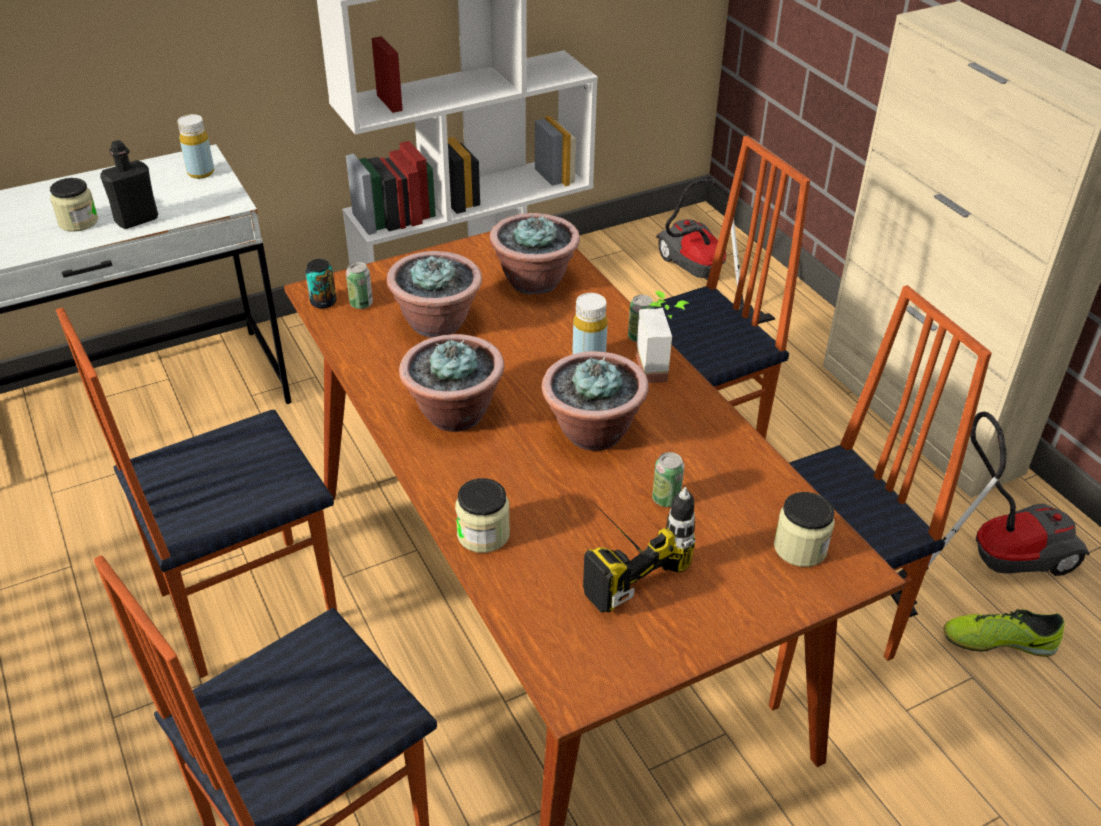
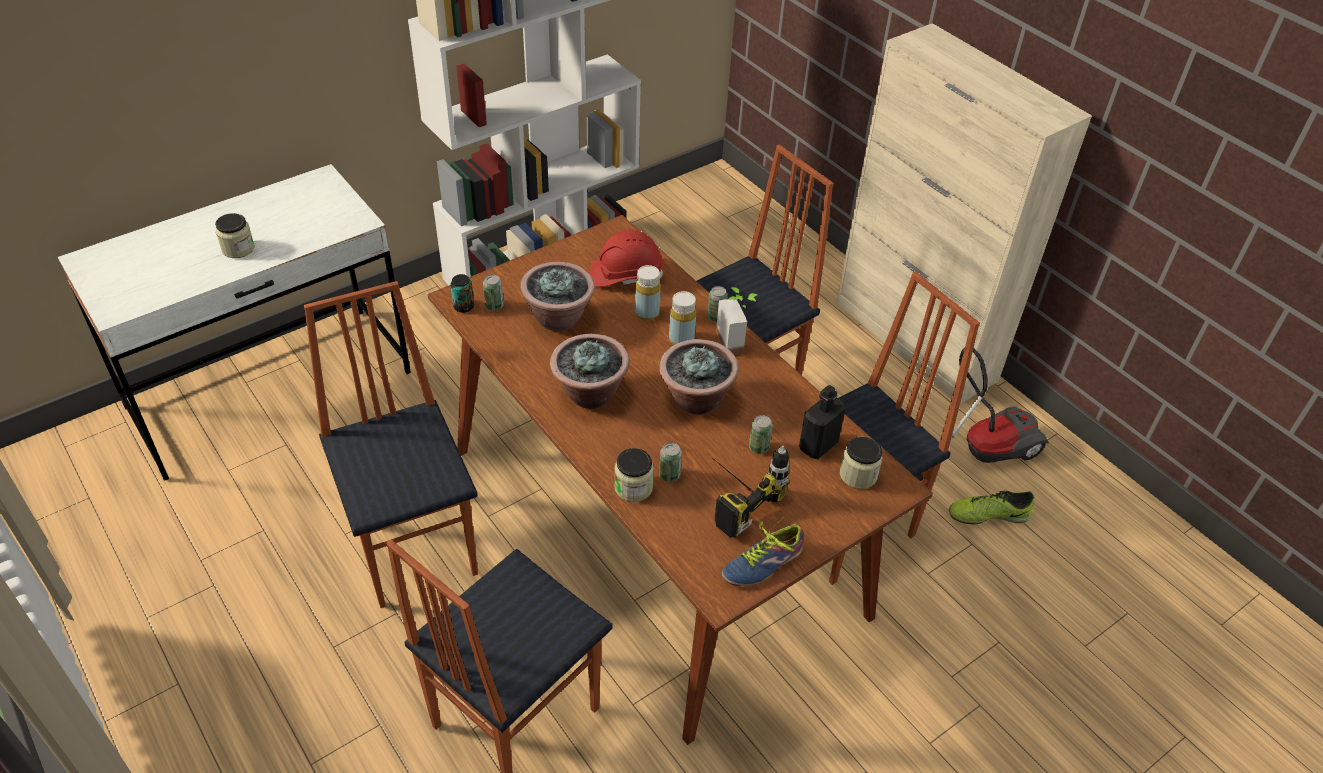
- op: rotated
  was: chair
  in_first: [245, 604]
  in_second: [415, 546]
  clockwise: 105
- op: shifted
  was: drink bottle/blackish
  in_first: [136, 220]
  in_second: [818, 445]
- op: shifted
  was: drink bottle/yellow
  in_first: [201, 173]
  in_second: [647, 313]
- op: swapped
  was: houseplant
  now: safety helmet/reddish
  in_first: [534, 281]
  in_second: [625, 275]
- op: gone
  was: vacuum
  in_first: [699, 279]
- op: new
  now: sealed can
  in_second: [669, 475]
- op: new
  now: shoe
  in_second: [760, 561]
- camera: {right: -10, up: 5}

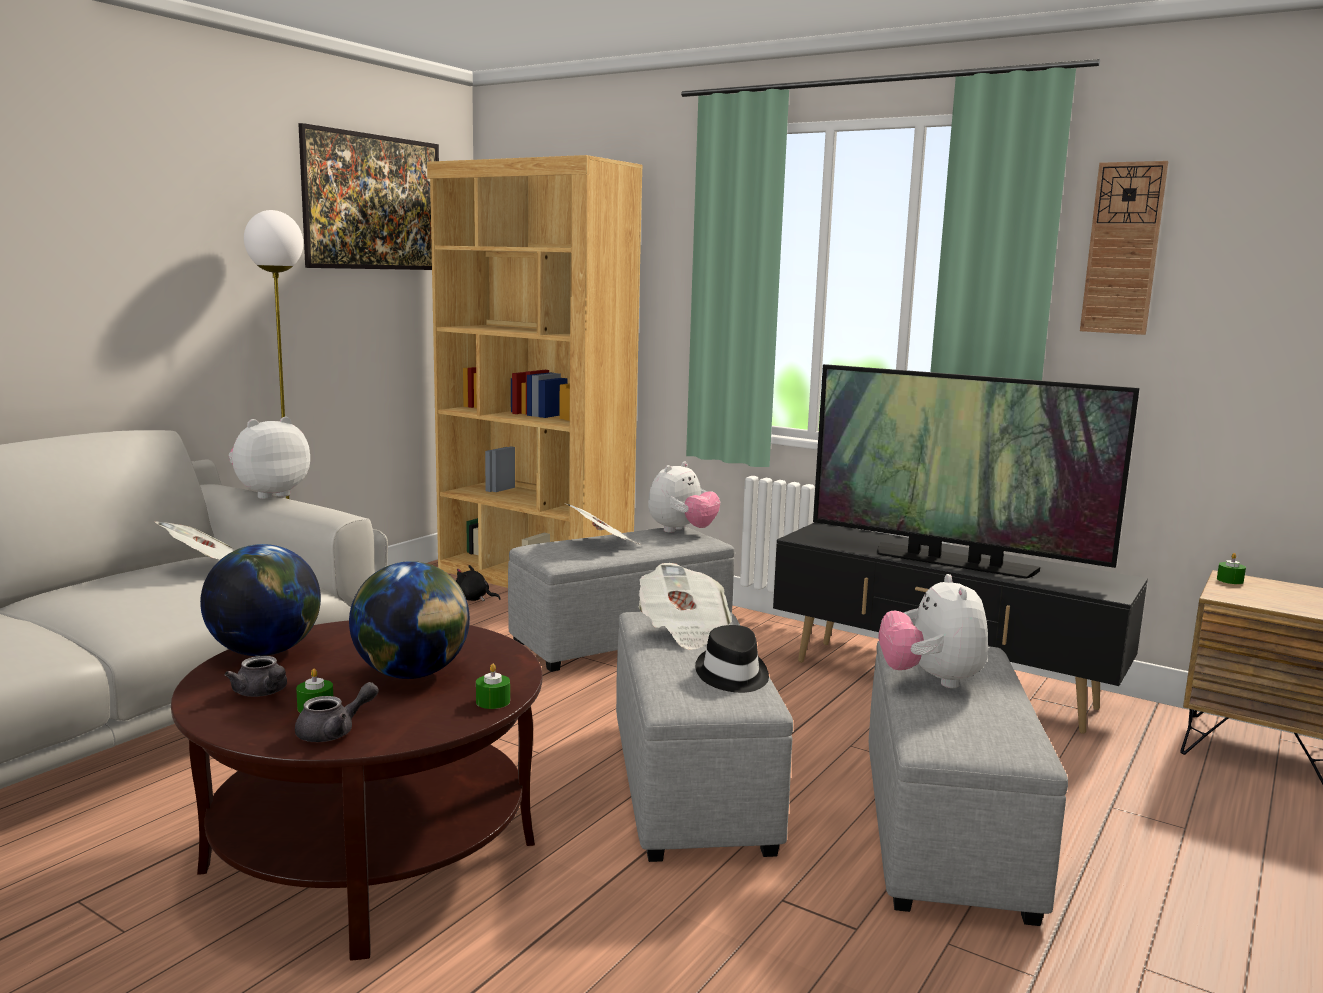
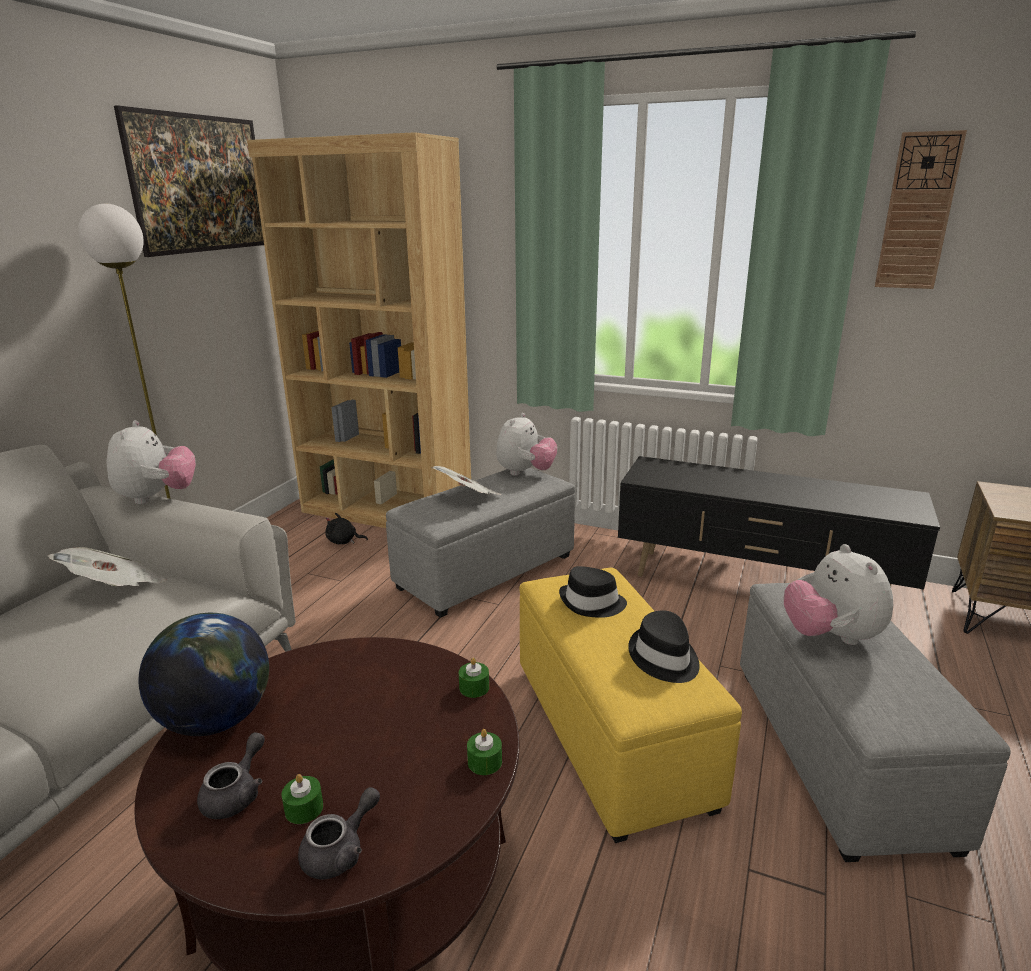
- op: rotated
  was: teapot/gray
  in_first: [262, 693]
  in_second: [237, 794]
  clockwise: -105
- op: rotated
  was: soft toy
  in_first: [269, 494]
  in_second: [157, 497]
  clockwise: 135
- op: gone
  was: world globe
  in_first: [412, 674]
- op: repainted
  was: ottoman/gray
  now: ottoman/yellow
  in_first: [691, 784]
  in_second: [611, 735]
- op: swapped
  was: daily paper
  now: wearable hat/blackish
  in_first: [684, 631]
  in_second: [592, 603]
- op: gone
  was: TV
  in_first: [953, 562]
- op: shifted
  was: wax candle/green
  in_first: [1230, 580]
  in_second: [474, 687]
- camera: {right: -10, up: 10}

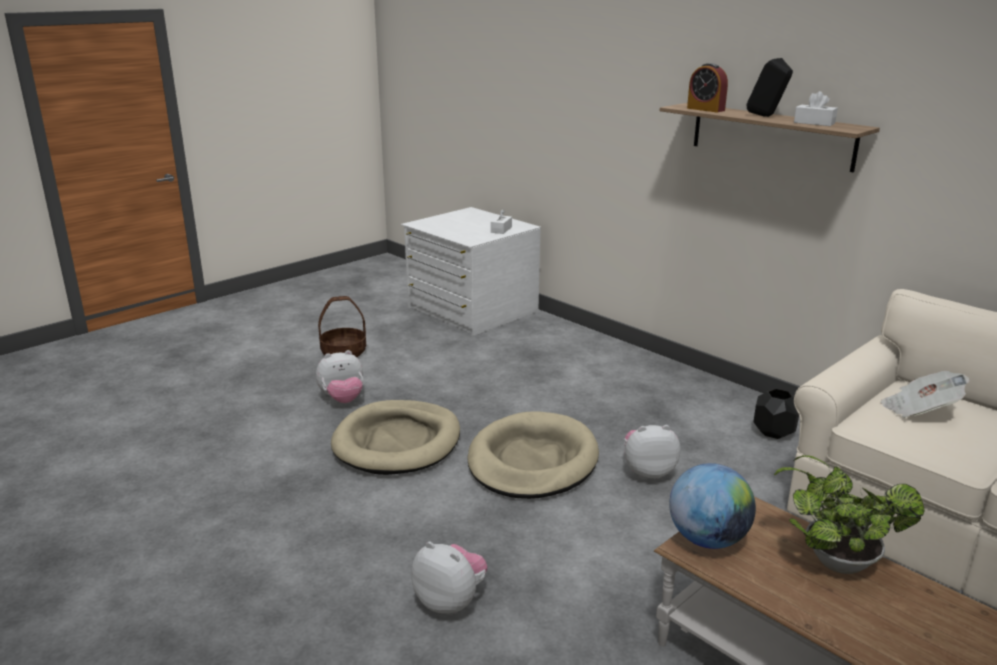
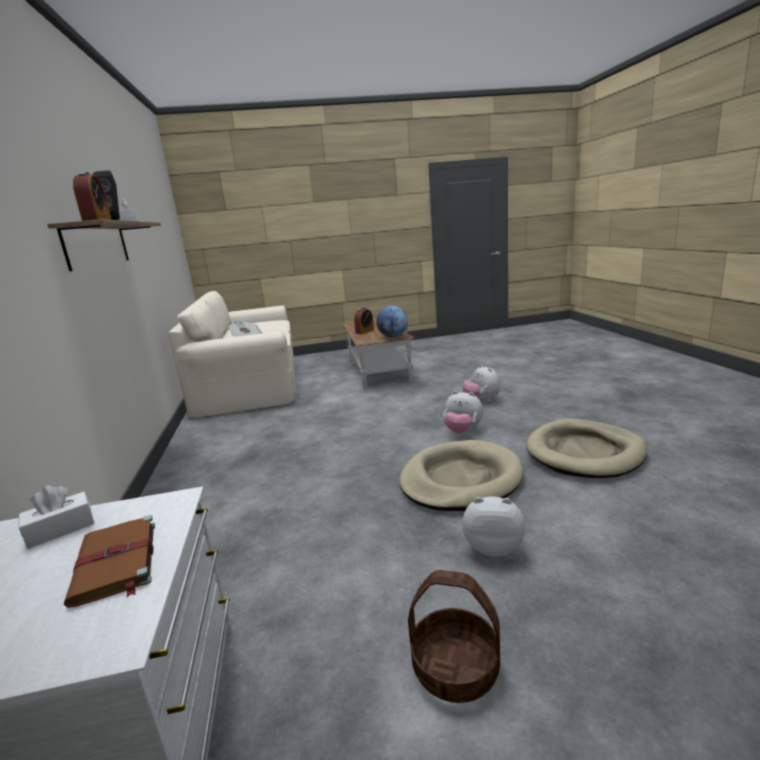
- op: shifted
  was: dog bed/beige-coloured
  in_first: [532, 461]
  in_second: [585, 453]
- op: shifted
  was: soft toy
  in_first: [647, 472]
  in_second: [462, 431]
- op: gone
  was: plant pot/blackish
  in_first: [773, 432]
- op: swapped
  was: houseplant
  now: alarm clock
  in_first: [833, 560]
  in_second: [364, 331]
- op: new
  now: book/brownish
  in_second: [116, 563]
- camera: {right: -145, up: -5}

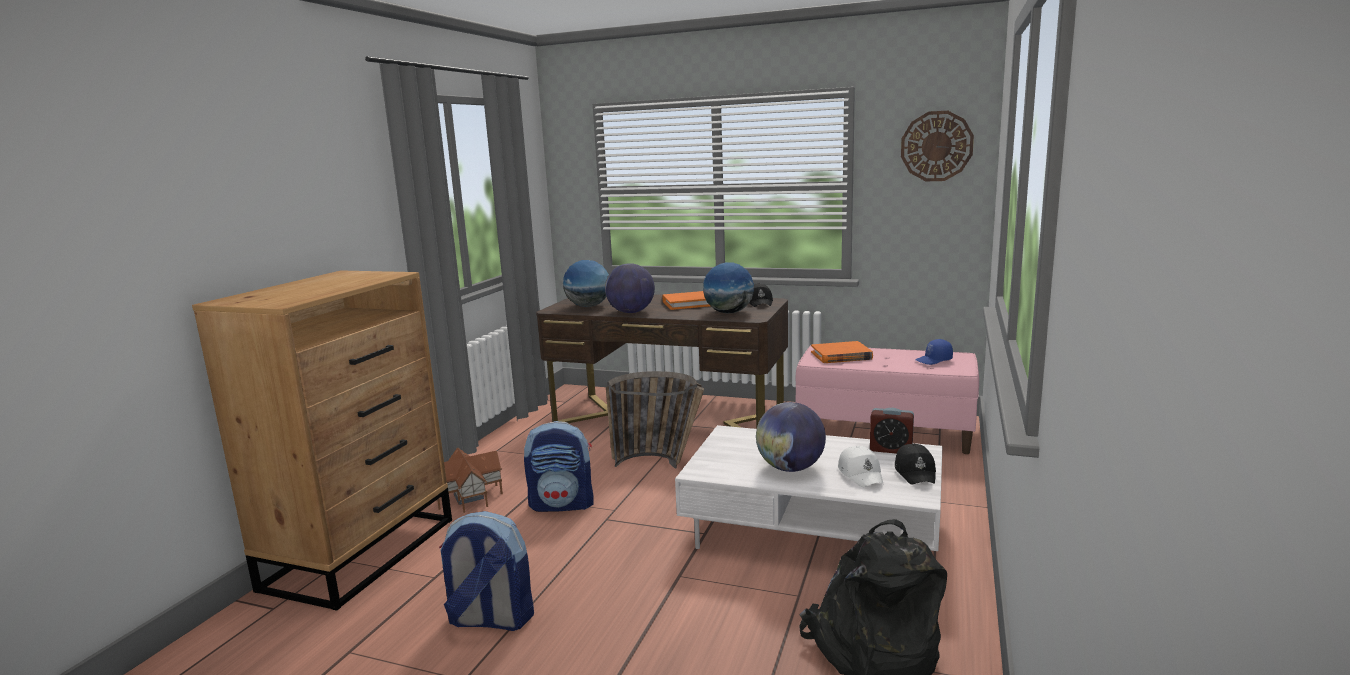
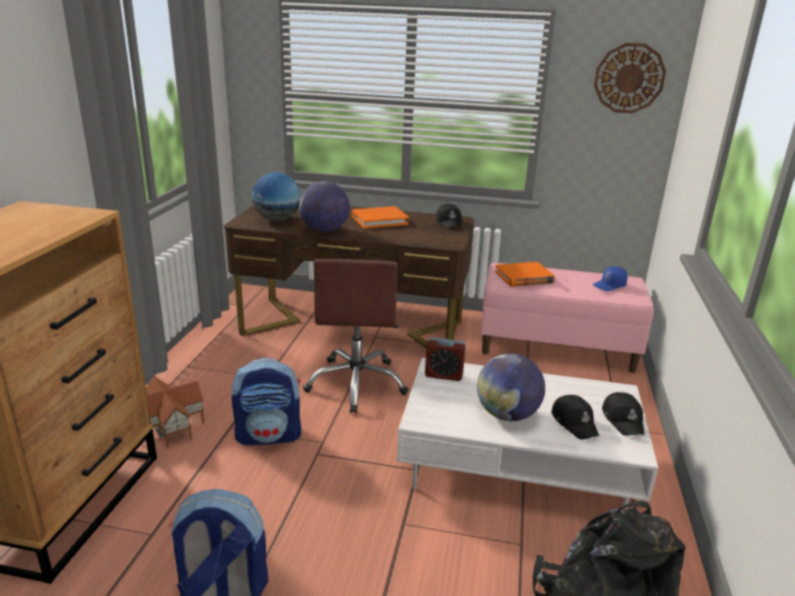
- op: swapped
  was: household basket
  now: desk chair/brownish
  in_first: [661, 464]
  in_second: [357, 384]
- op: gone
  was: world globe
  in_first: [729, 312]
- op: repainted
  was: peaked cap/whitish
  now: peaked cap/blackish
  in_first: [861, 474]
  in_second: [574, 422]
- op: shifted
  was: alarm clock
  in_first: [891, 449]
  in_second: [444, 375]
- camera: {right: -10, up: 10}

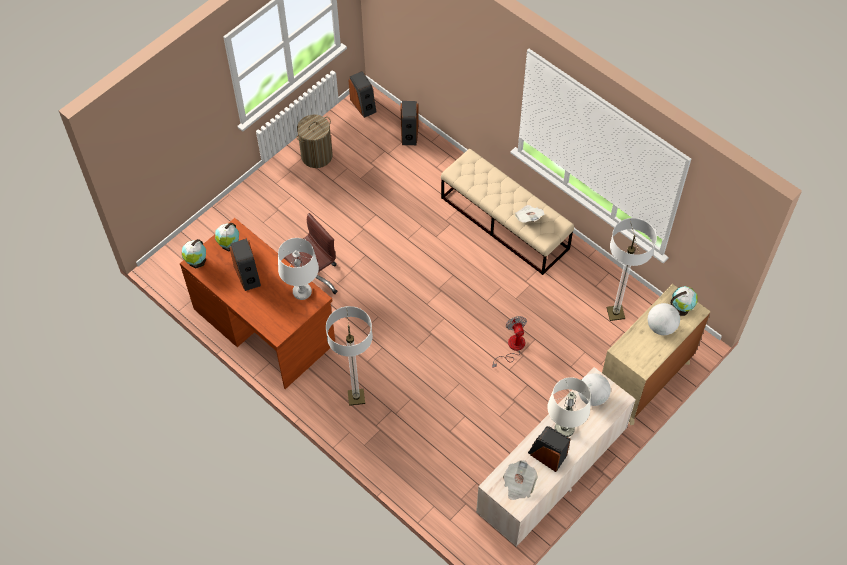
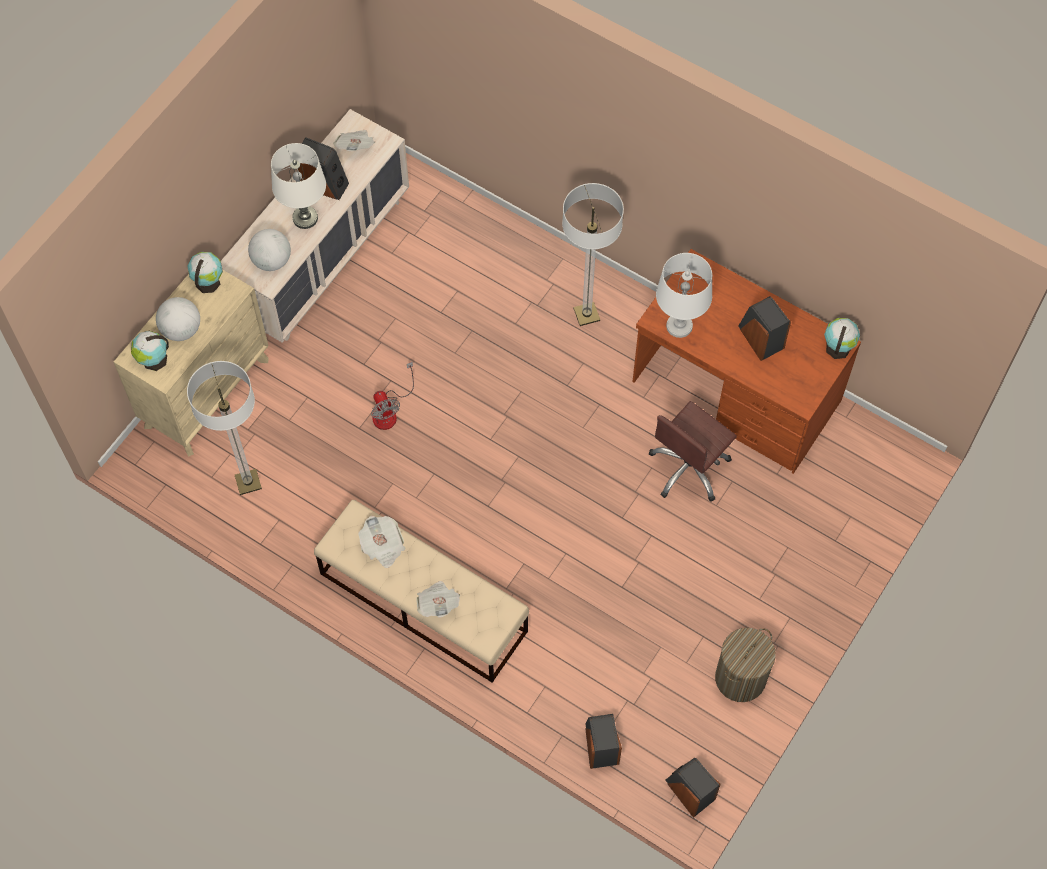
- op: shifted
  was: world globe
  in_first: [229, 245]
  in_second: [208, 281]
- op: new
  now: daily paper
  in_second: [438, 603]
- camera: {right: 170, up: 5}

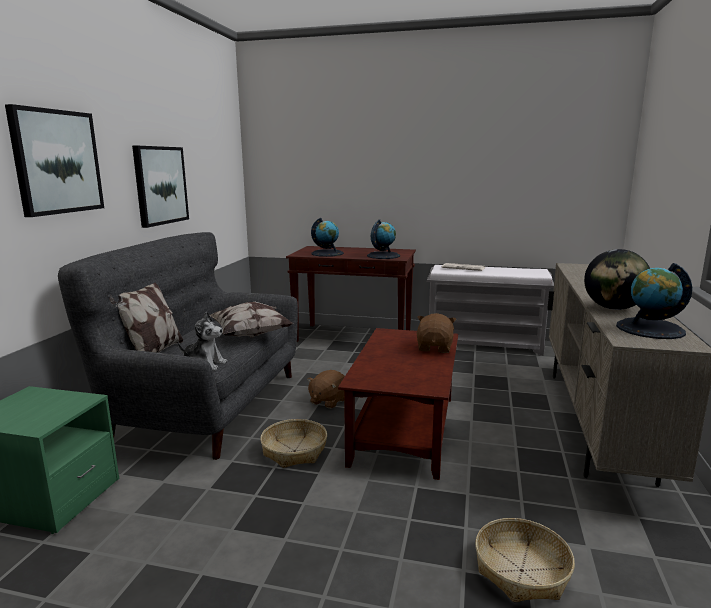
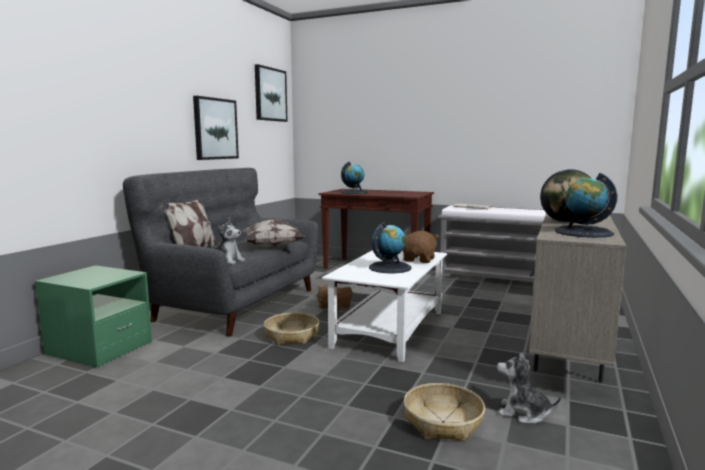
- op: shifted
  was: wall picture
  in_first: [56, 162]
  in_second: [270, 94]
- op: repainted
  was: coffee table/brownish
  now: coffee table/whitish
  in_first: [404, 428]
  in_second: [389, 328]
- op: shifted
  was: world globe
  in_first: [383, 256]
  in_second: [390, 267]
- op: new
  now: soft toy
  in_second: [523, 413]
- camera: {right: 10, up: -5}

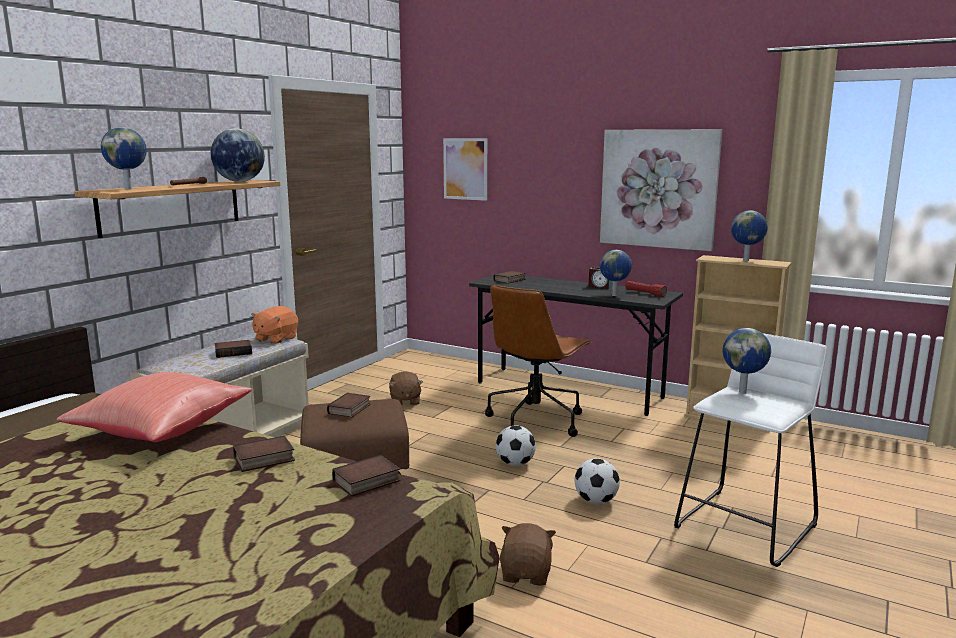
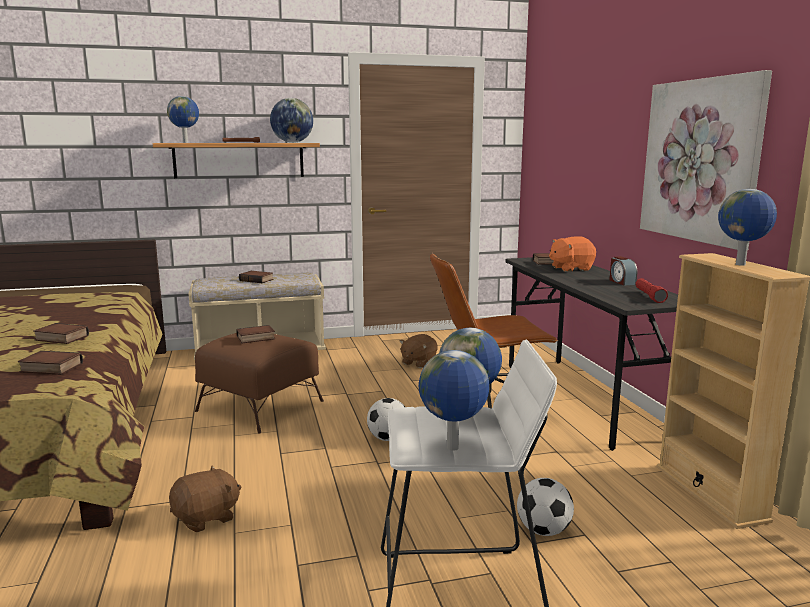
- op: gone
  was: cushion/reddish
  in_first: [161, 430]
- op: shifted
  was: soft toy/orange-coloured
  in_first: [275, 339]
  in_second: [570, 268]
- op: gone
  was: wall picture
  in_first: [465, 169]
- op: shifted
  was: football
  in_first: [595, 501]
  in_second: [543, 530]
- op: shifted
  was: world globe
  in_first: [614, 295]
  in_second: [453, 448]
- camera: {right: 45, up: 0}

